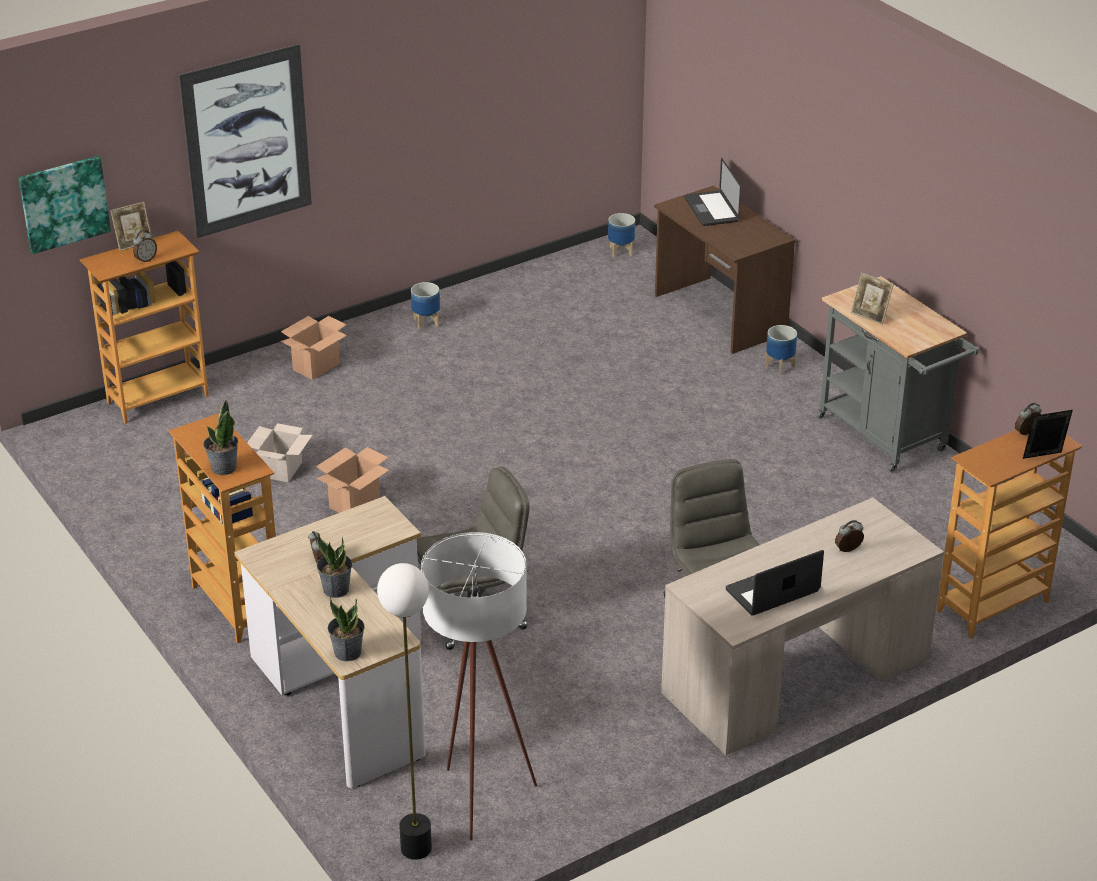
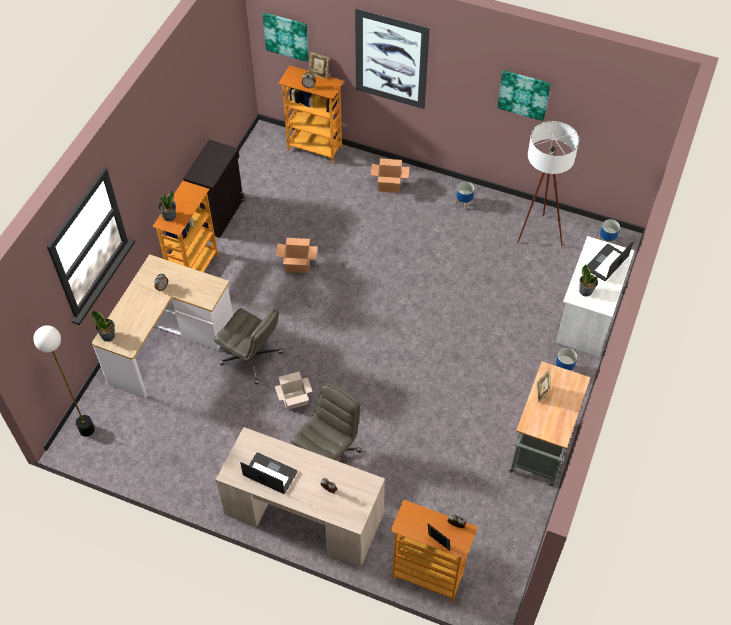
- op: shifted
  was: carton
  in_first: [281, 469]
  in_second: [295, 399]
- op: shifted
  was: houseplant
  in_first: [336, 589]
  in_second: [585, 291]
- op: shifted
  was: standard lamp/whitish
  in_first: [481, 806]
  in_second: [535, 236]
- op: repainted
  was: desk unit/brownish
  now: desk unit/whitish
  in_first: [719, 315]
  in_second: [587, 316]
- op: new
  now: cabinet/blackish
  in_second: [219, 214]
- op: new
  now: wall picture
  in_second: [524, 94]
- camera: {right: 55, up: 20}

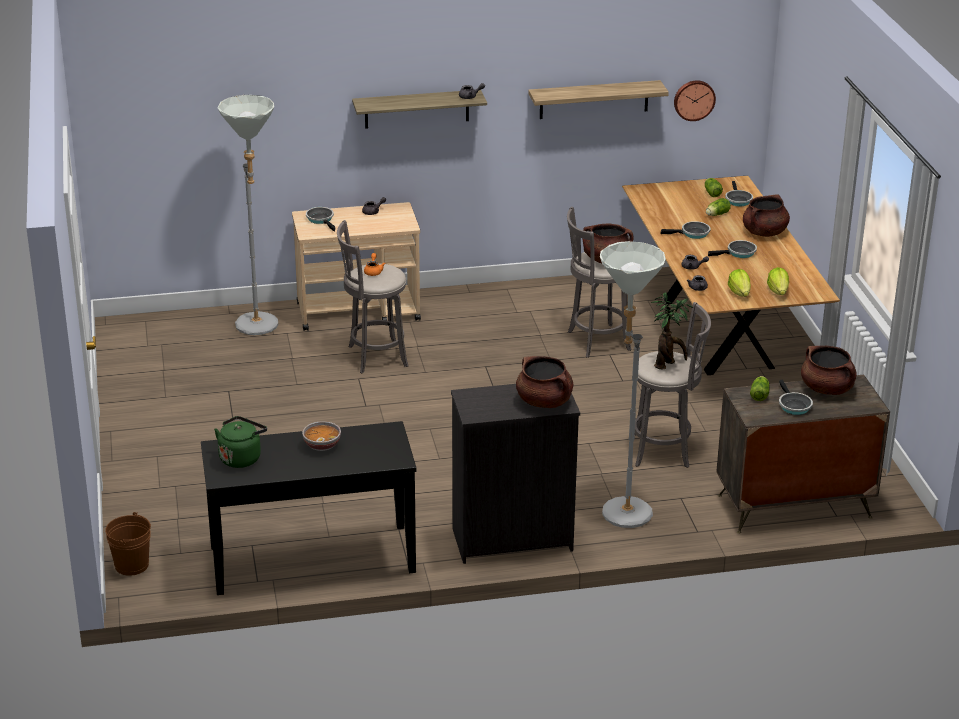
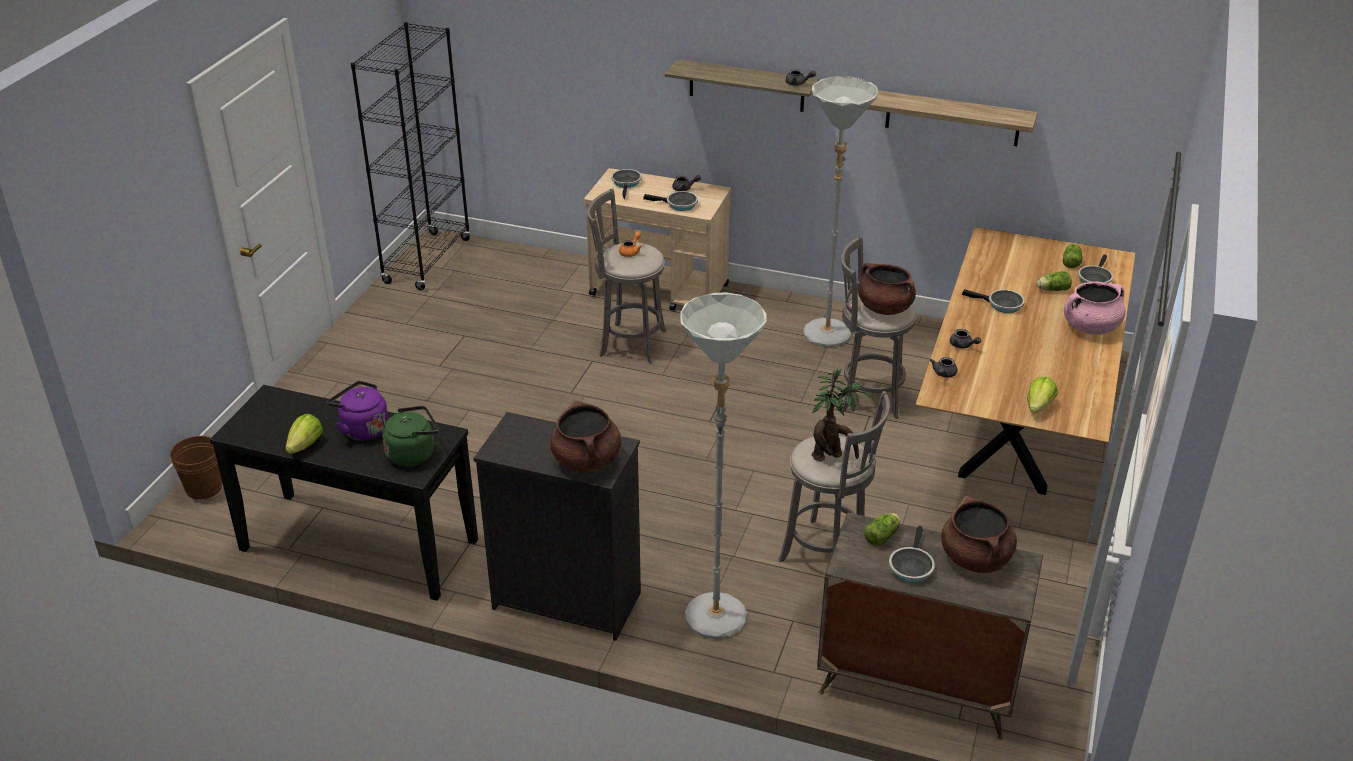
- op: shifted
  was: tea kettle/green
  in_first: [241, 457]
  in_second: [413, 454]
- op: shifted
  was: standard lamp/gray
  in_first: [259, 329]
  in_second: [826, 340]
- op: swapped
  was: bowl
  now: tea kettle/purple
  in_first: [322, 445]
  in_second: [362, 429]
- op: gone
  was: wall clock
  in_first: [694, 99]
- op: shifted
  was: frying pan
  in_first: [739, 253]
  in_second: [679, 204]
- op: shifted
  was: head of lettuce
  in_first: [740, 293]
  in_second: [305, 445]
- op: repainted
  was: saucepot/brownish
  now: saucepot/pinkish
  in_first: [764, 232]
  in_second: [1090, 327]
- op: new
  now: bookshelf/blackish
  in_second: [427, 261]
- camera: {right: 30, up: 5}

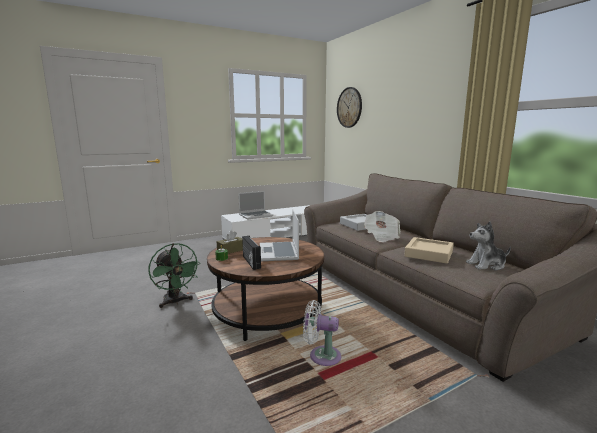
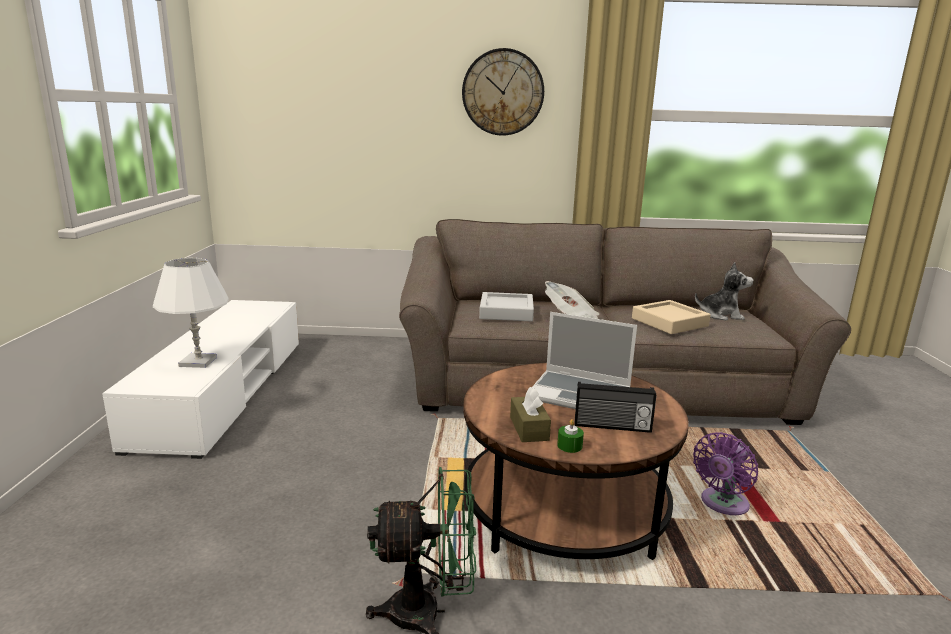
- op: swapped
  was: portable computer
  now: lamp for a table/whitish
  in_first: [256, 215]
  in_second: [198, 362]
- op: repainted
  was: electric fan/whitish
  now: electric fan/purple
  in_first: [321, 356]
  in_second: [722, 505]
- op: shifted
  was: wall clock
  in_first: [349, 107]
  in_second: [503, 92]
- op: rotated
  was: soft toy
  in_first: [486, 265]
  in_second: [721, 315]
  clockwise: -105
- camera: {right: -60, up: 5}

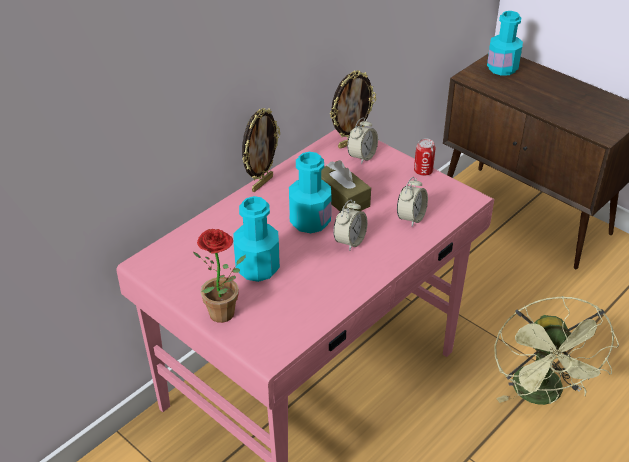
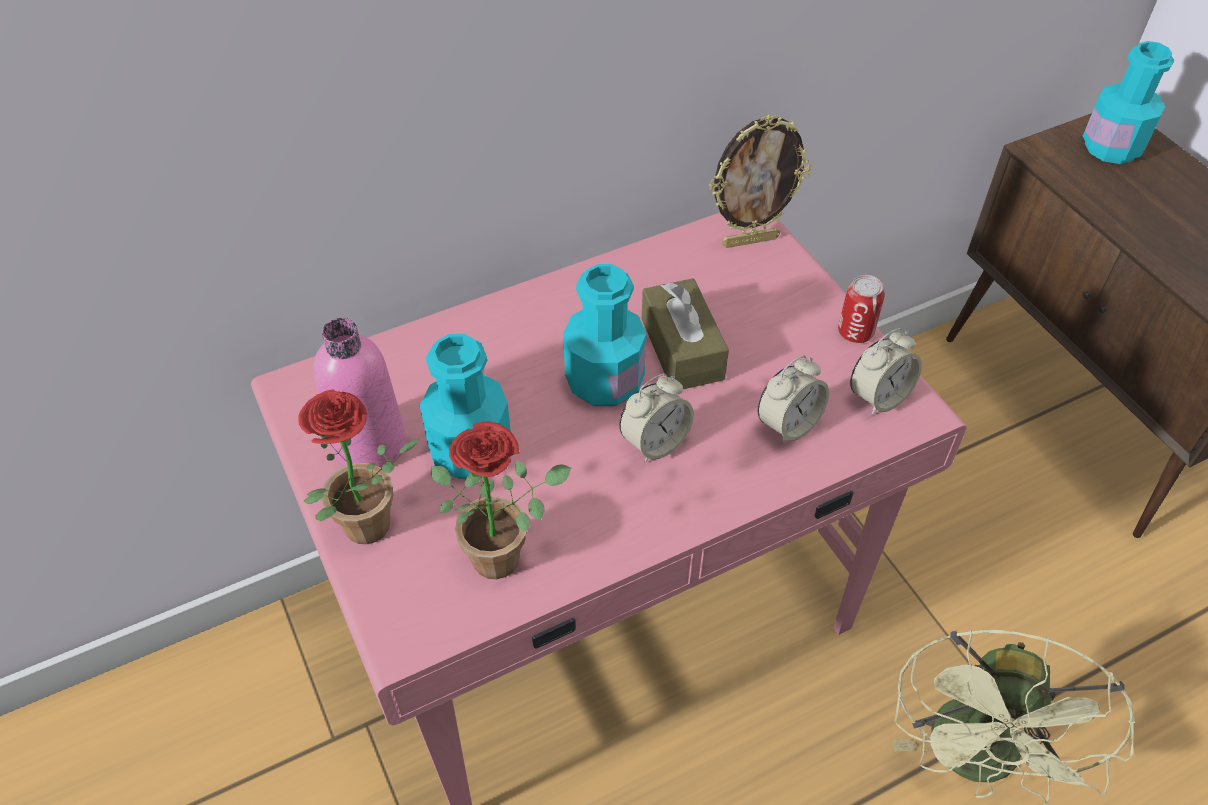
- op: gone
  was: picture frame
  in_first: [261, 183]
- op: shifted
  was: alarm clock
  in_first: [362, 156]
  in_second: [879, 397]
- op: new
  now: drink bottle/pinkish
  in_second: [370, 445]
- op: new
  now: houseplant
  in_second: [505, 553]
- camera: {right: 20, up: 10}

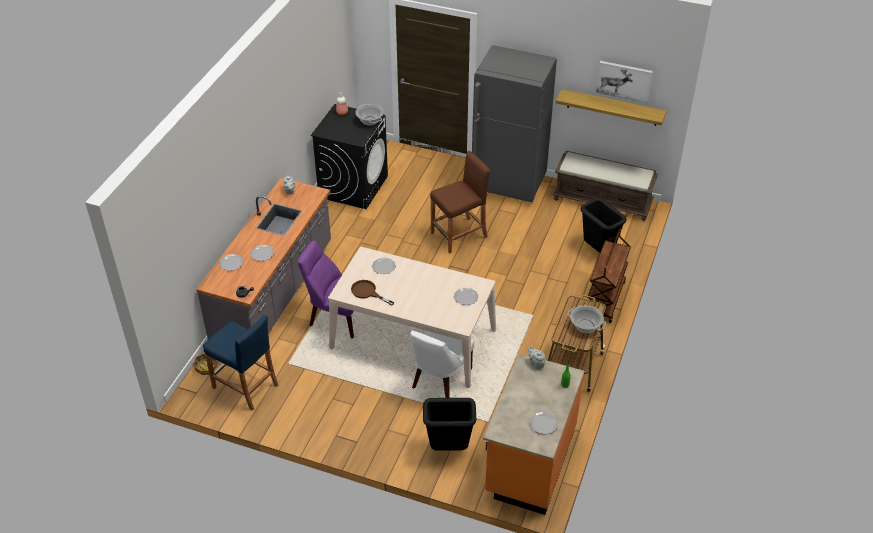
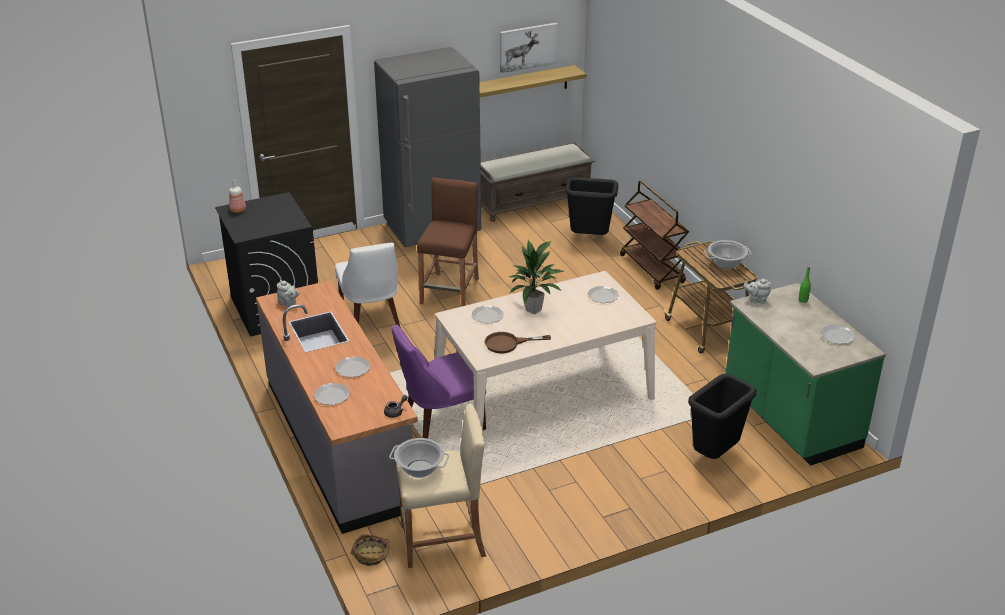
- op: repainted
  was: sitting stool/bluish
  now: sitting stool/beige-coloured
  in_first: [245, 386]
  in_second: [443, 541]
- op: shifted
  was: saucepot
  in_first: [369, 121]
  in_second: [419, 469]
- op: shifted
  was: chair/whitish
  in_first: [440, 380]
  in_second: [371, 320]
- op: repainted
  was: kitchen counter/orange-coloured
  now: kitchen counter/green
  in_first: [529, 461]
  in_second: [789, 419]
- op: new
  now: houseplant
  in_second: [534, 310]
- camera: {right: -45, up: -10}

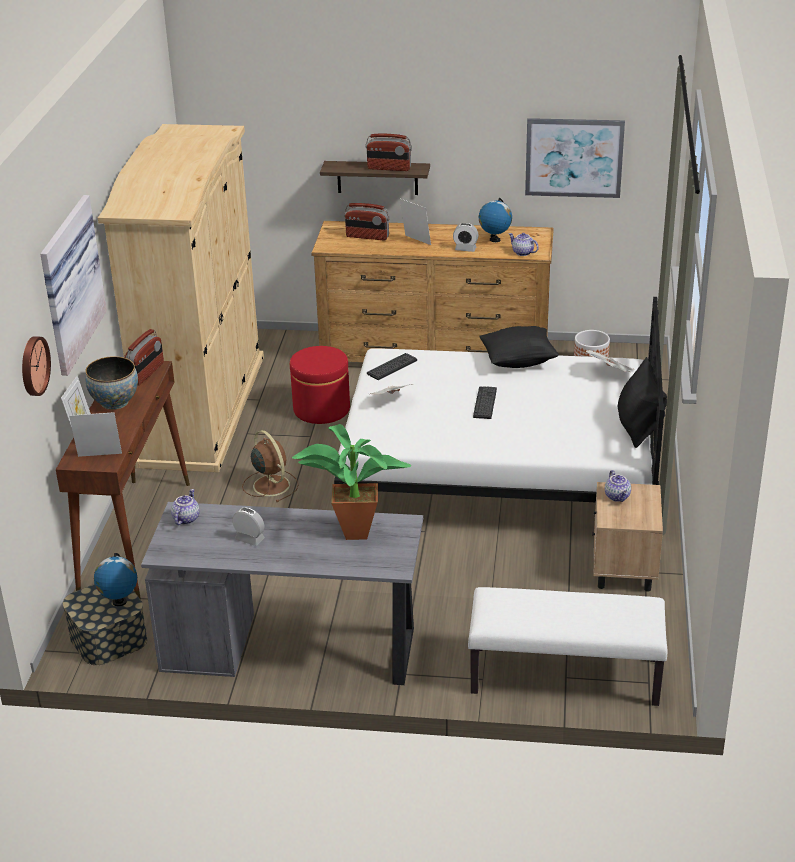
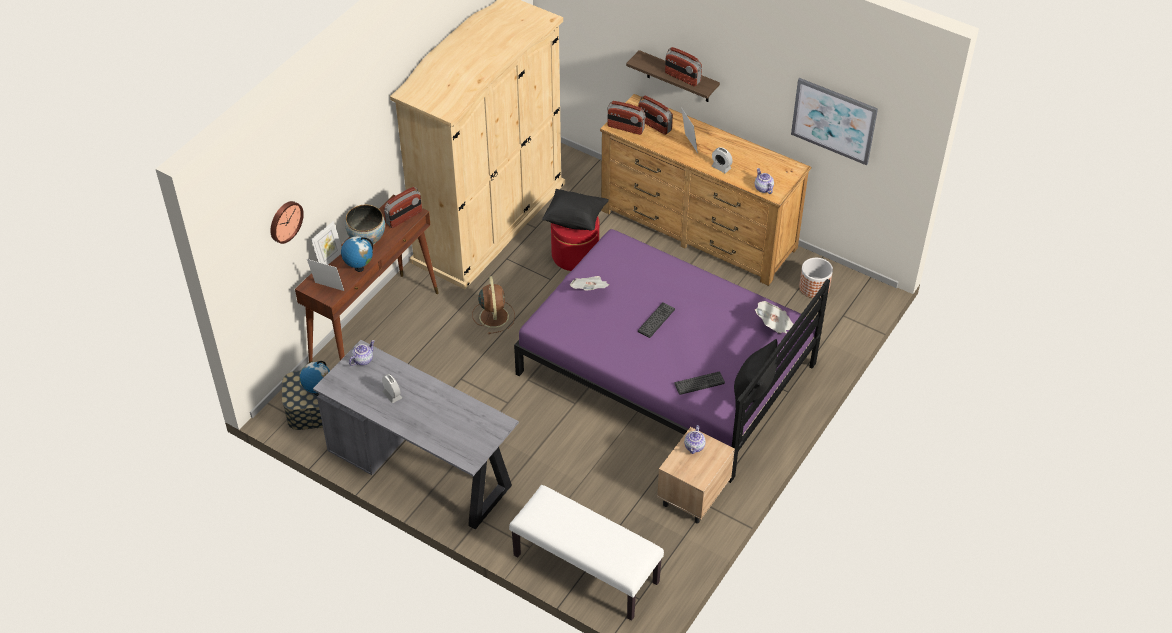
- op: gone
  was: wall picture
  in_first: [67, 283]
- op: gone
  was: houseplant
  in_first: [350, 531]
- op: repainted
  was: bedroom bed/whitish
  now: bedroom bed/purple
  in_first: [499, 472]
  in_second: [666, 369]
- op: shifted
  was: computer keyboard
  in_first: [392, 367]
  in_second: [699, 383]
- op: shifted
  was: world globe
  in_first: [494, 240]
  in_second: [359, 268]
- op: shifted
  was: cushion/blackish
  in_first: [519, 361]
  in_second: [575, 220]
- op: new
  now: radio receiver
  in_second: [625, 128]
- camera: {right: 25, up: 15}

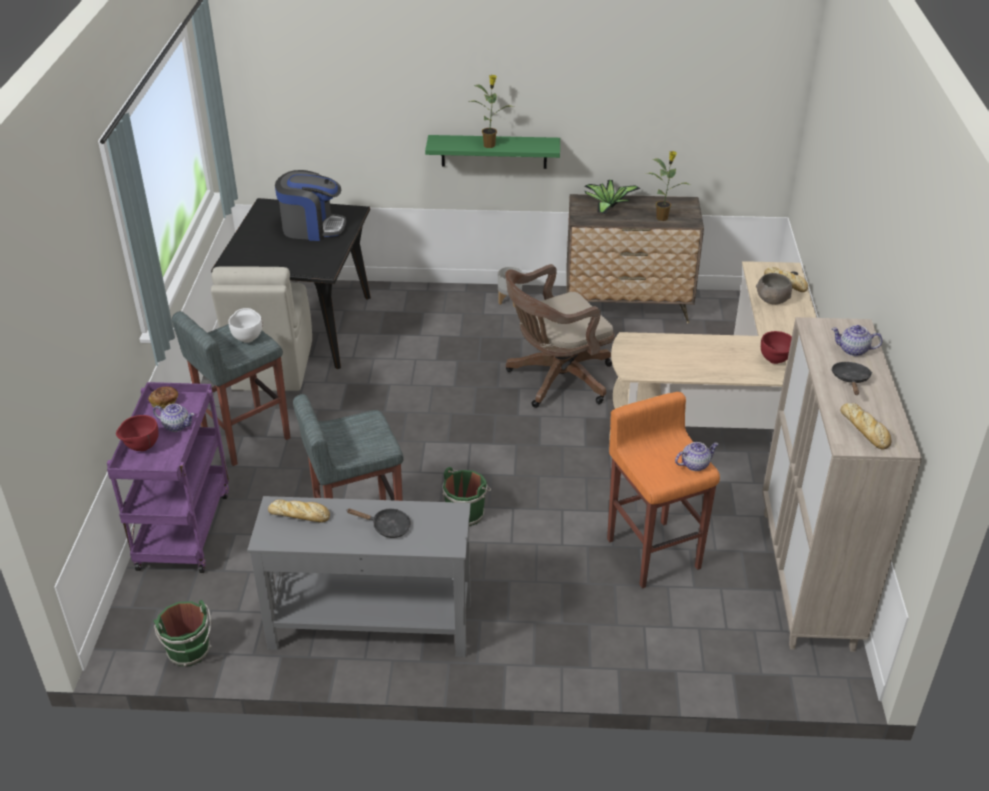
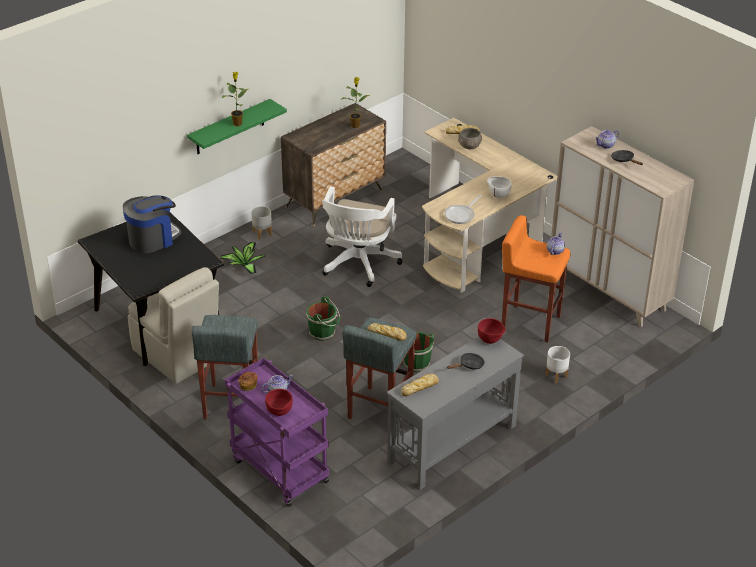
- op: shifted
  was: pail/green
  in_first: [190, 651]
  in_second: [323, 332]
- op: shifted
  was: bowl/whitish
  in_first: [248, 338]
  in_second: [498, 196]
- op: repainted
  was: desk chair/brownish
  now: desk chair/whitish
  in_first: [555, 380]
  in_second: [358, 265]
- op: shifted
  was: houseplant
  in_first: [608, 206]
  in_second: [244, 265]
- op: shifted
  was: bowl/reddish
  in_first: [775, 361]
  in_second: [490, 341]
- op: shifted
  was: baked bread
  in_first: [865, 430]
  in_second: [387, 334]
- op: new
  now: frying pan
  in_second: [461, 215]
- op: new
  now: plant pot/whitish
  in_second: [556, 376]
- camera: {right: -45, up: 0}

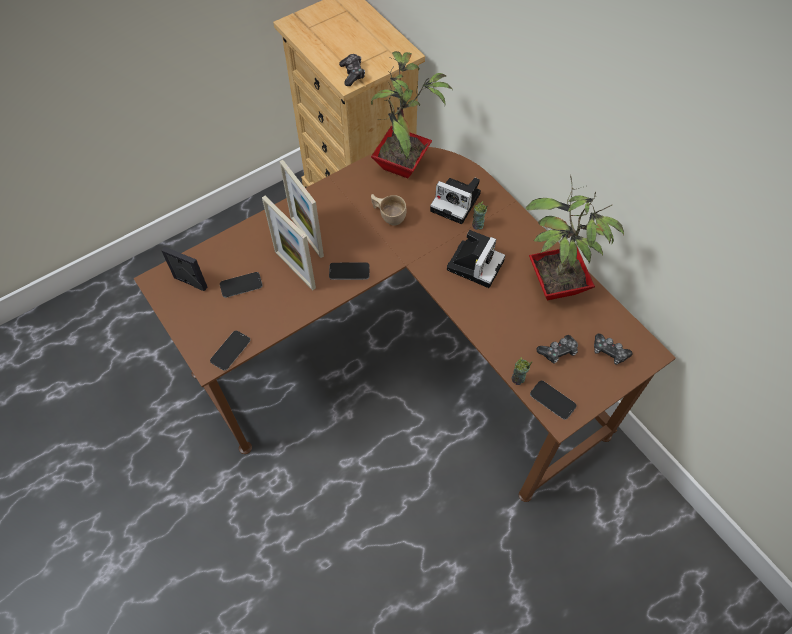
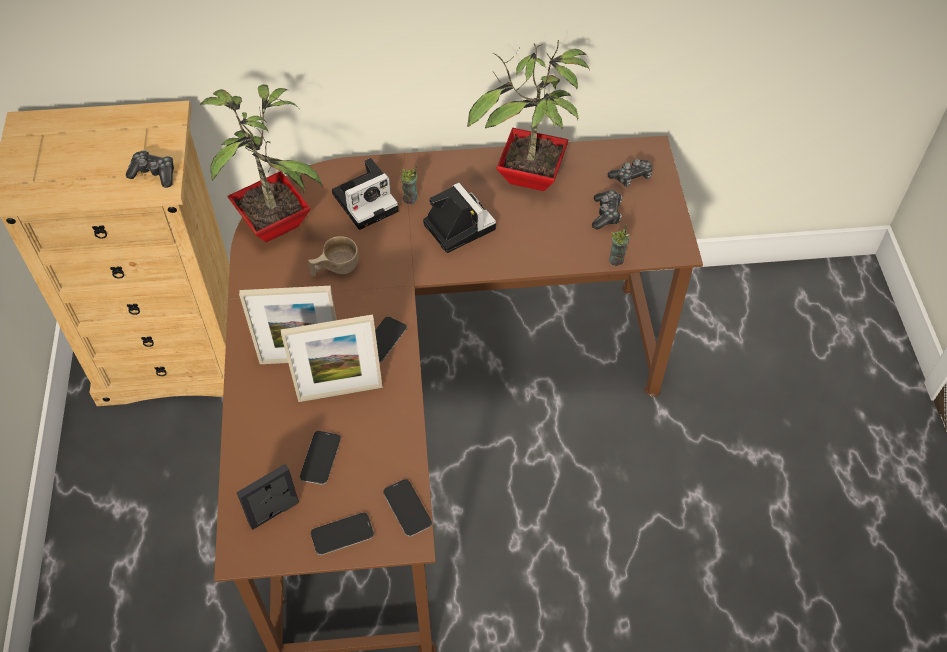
- op: shifted
  was: phone
  in_first: [552, 400]
  in_second: [342, 534]
- camera: {right: -60, up: -5}

